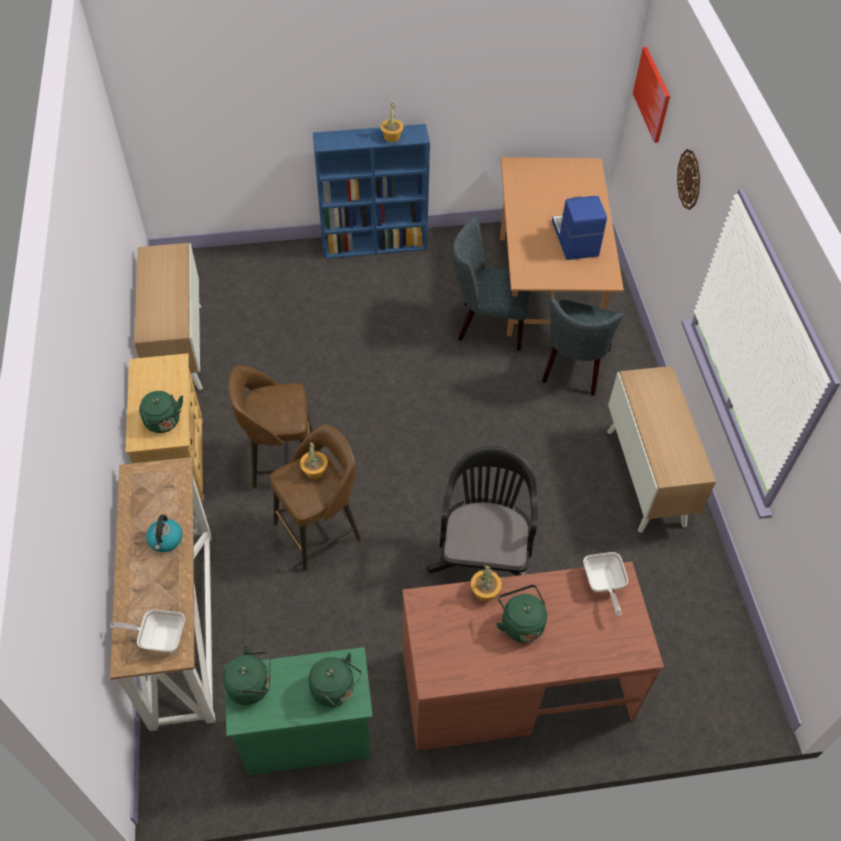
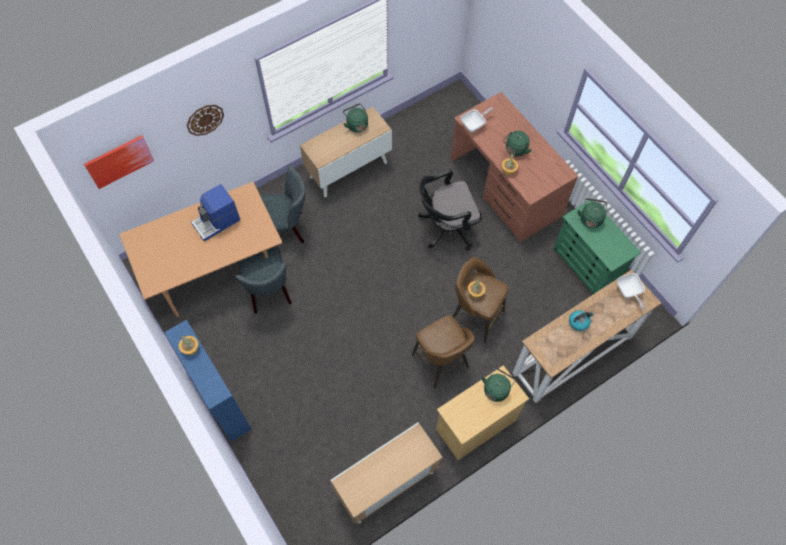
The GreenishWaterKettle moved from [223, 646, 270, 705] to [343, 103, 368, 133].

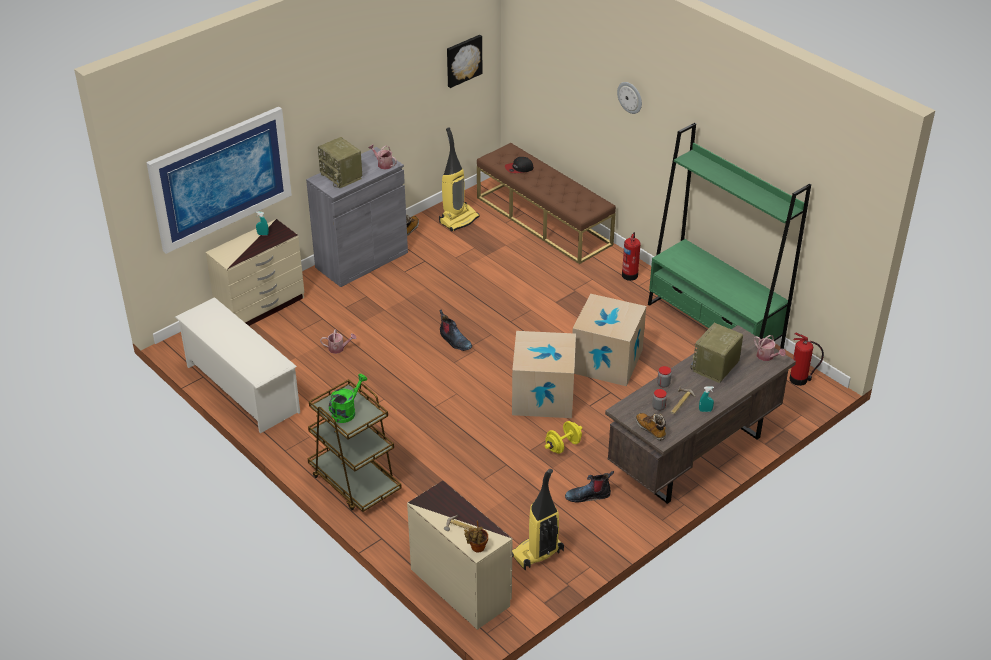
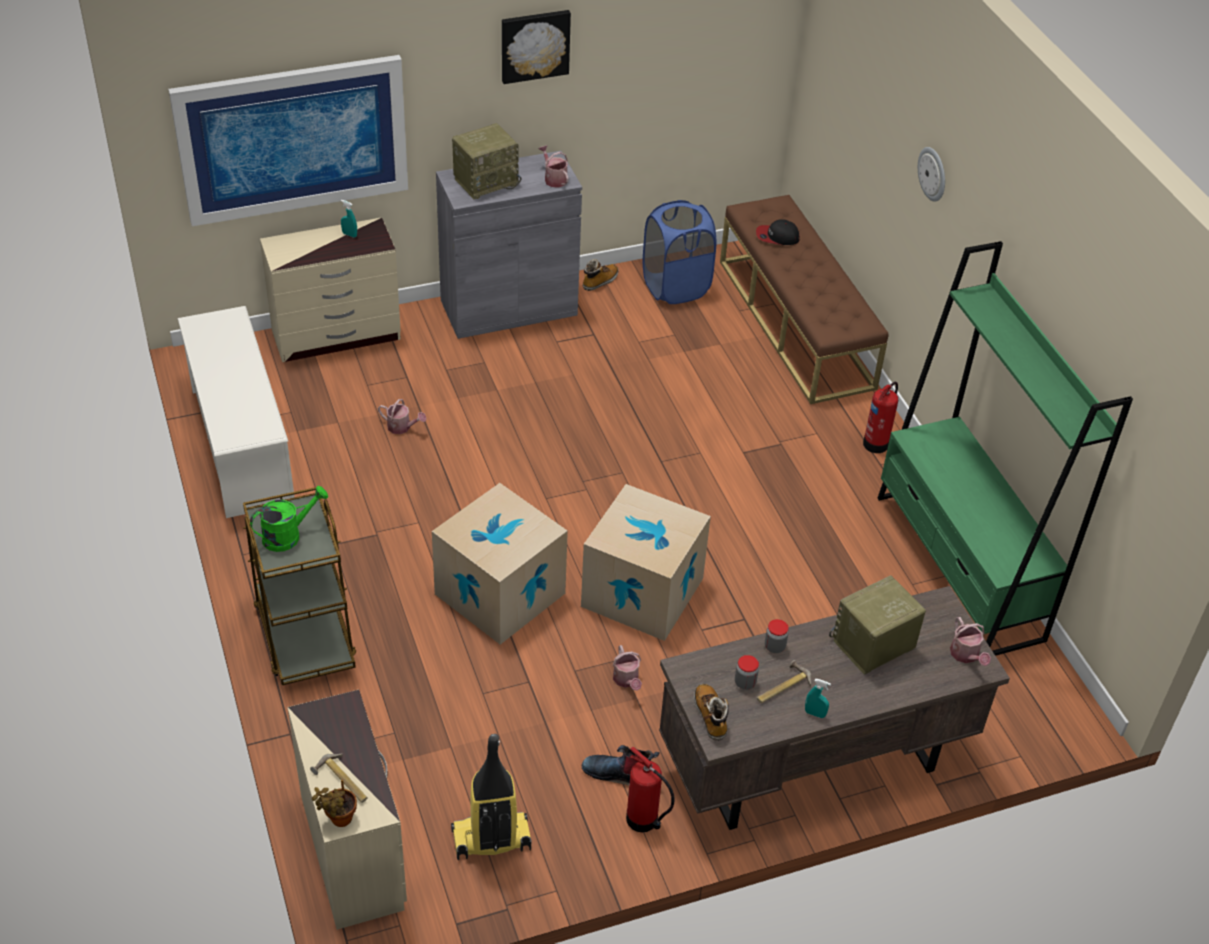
The RadioReceiver at [318, 137, 362, 188] turned 105 degrees counterclockwise.
The VacuumCleaner at [439, 127, 480, 231] was replaced by the BlueColouredHamper at [643, 200, 716, 304].
The TallBoot at [439, 309, 472, 351] disappeared.
The WallPicture moved from [447, 35, 482, 88] to [502, 10, 571, 84].
The YellowishFreeWeight at [545, 421, 582, 454] was replaced by the WateringPot at [613, 645, 642, 691].
The Carton moved from [572, 294, 646, 386] to [432, 483, 568, 645].
The FireExtinguisher moved from [789, 333, 824, 386] to [626, 747, 675, 833].

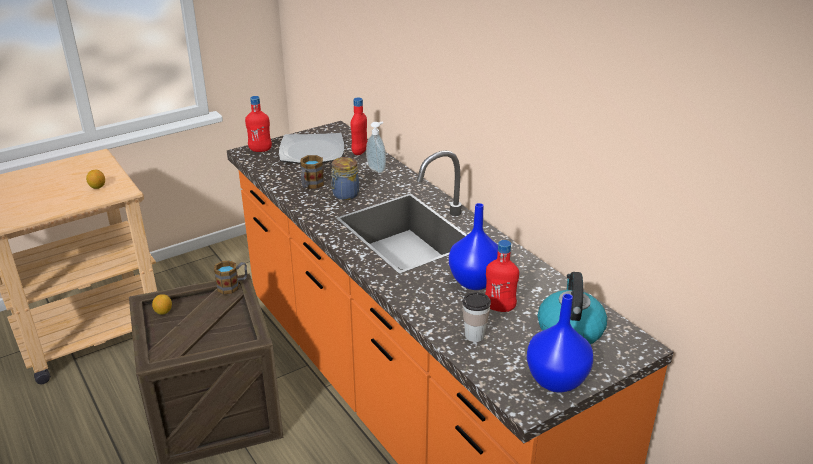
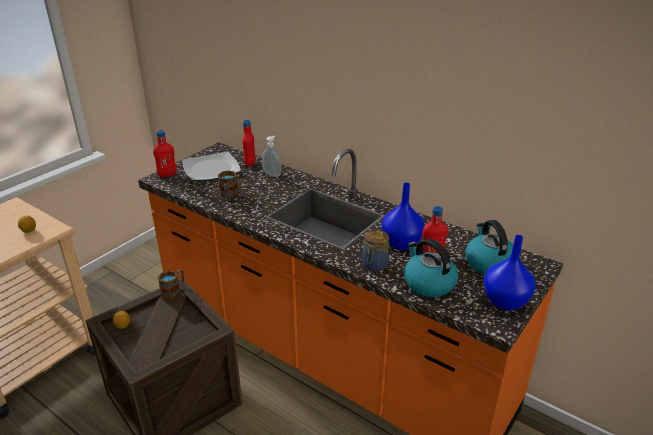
The StorageJar moved from [331, 157, 359, 200] to [362, 230, 389, 272].
The SmallCup at [462, 292, 491, 342] was replaced by the WaterKettle at [404, 238, 458, 297].

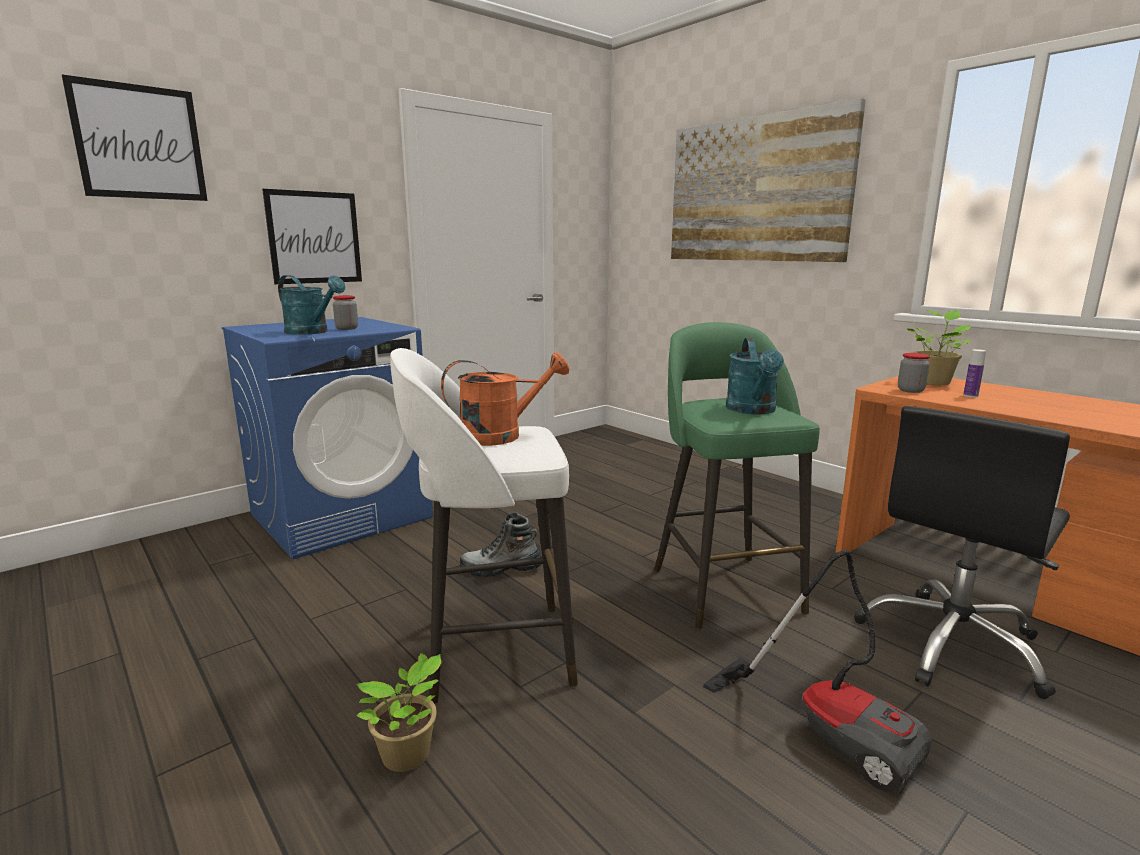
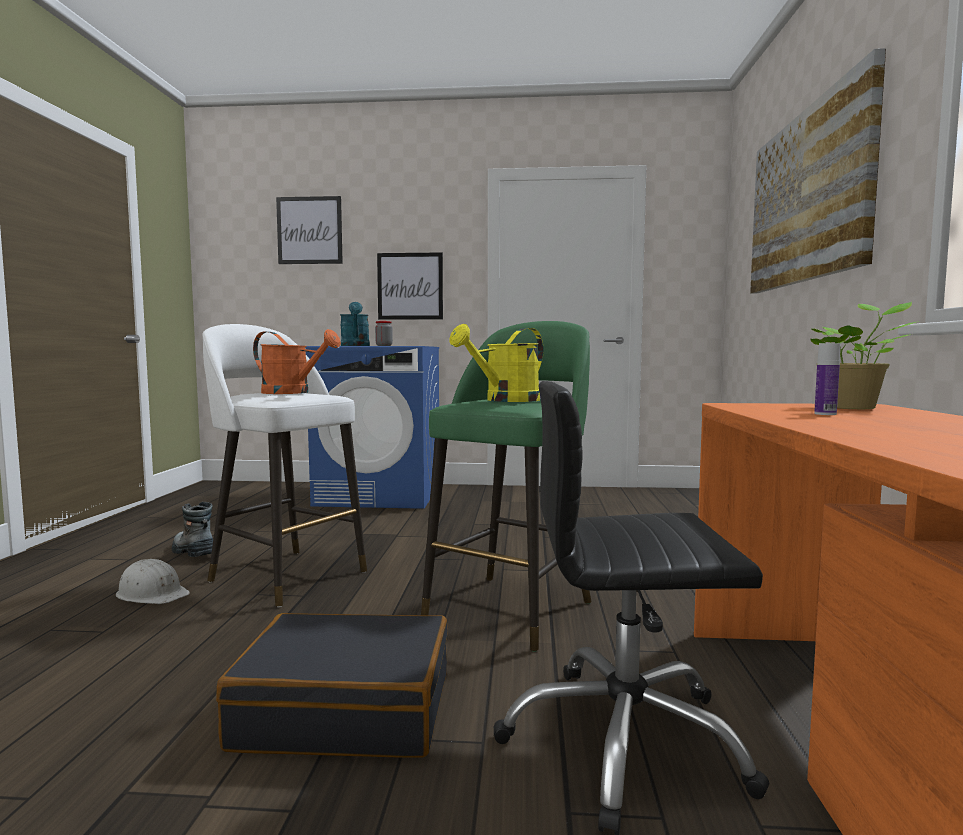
The Houseplant at [357, 653, 442, 772] was replaced by the WhiteWorkHelmet at [116, 559, 190, 604].
The TallBoot moved from [460, 512, 542, 577] to [172, 502, 213, 557].
The VacuumCleaner at [703, 550, 932, 794] was replaced by the BlackColouredPieceOfLuggage at [216, 613, 448, 758].
The TurquoiseWateringPot at [726, 338, 784, 414] became the YellowishWateringPot at [449, 324, 543, 402].
The StorageJar at [898, 353, 930, 393] disappeared.

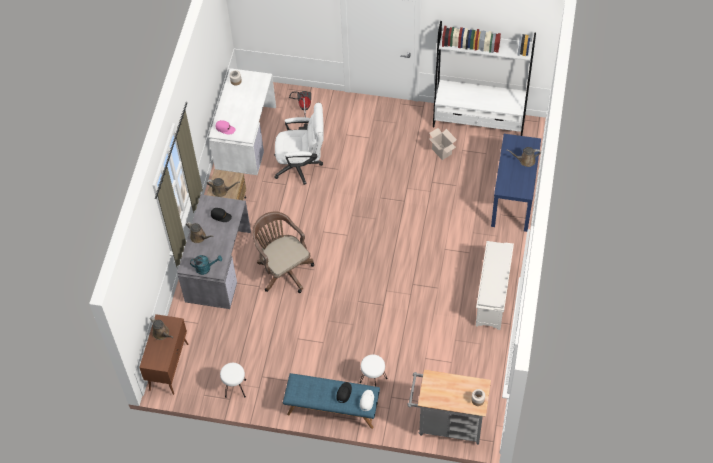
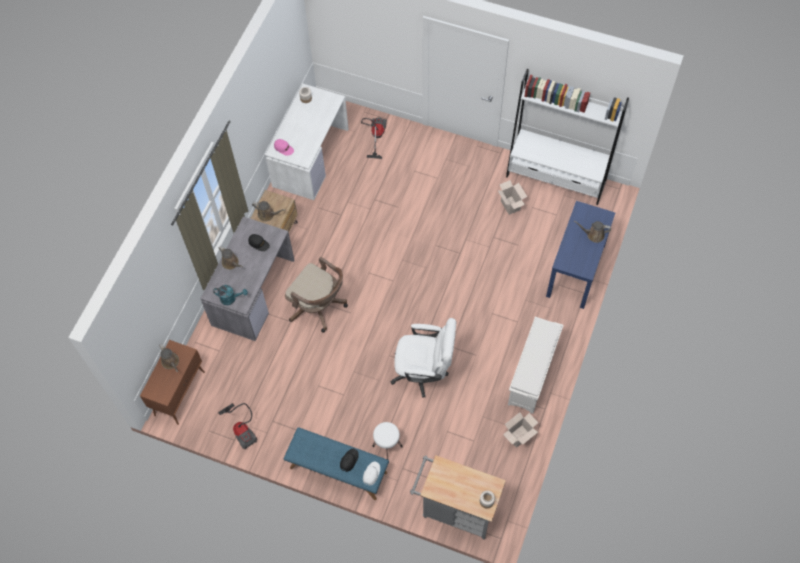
The WhiteStool at [220, 363, 246, 398] was replaced by the VacuumCleaner at [218, 403, 257, 449].
The BrownOfficeChair at [252, 211, 314, 293] turned 150 degrees clockwise.
The WhiteOfficeChair moved from [274, 103, 324, 185] to [391, 318, 457, 398].
The Carton at [503, 412, 538, 448] appeared.

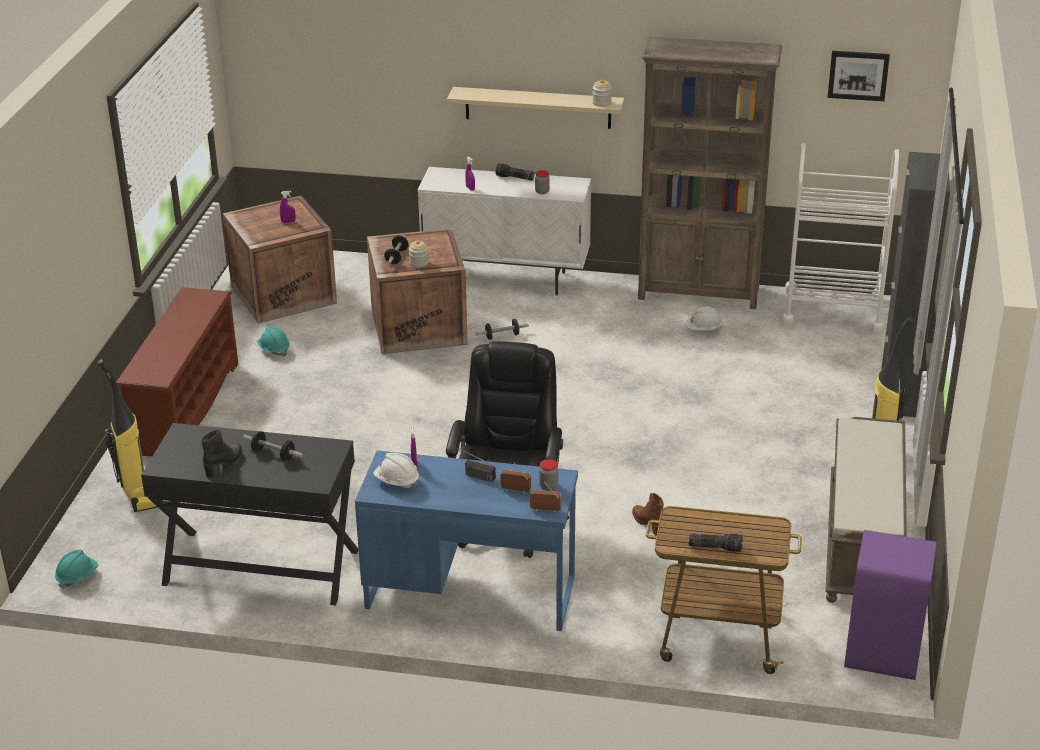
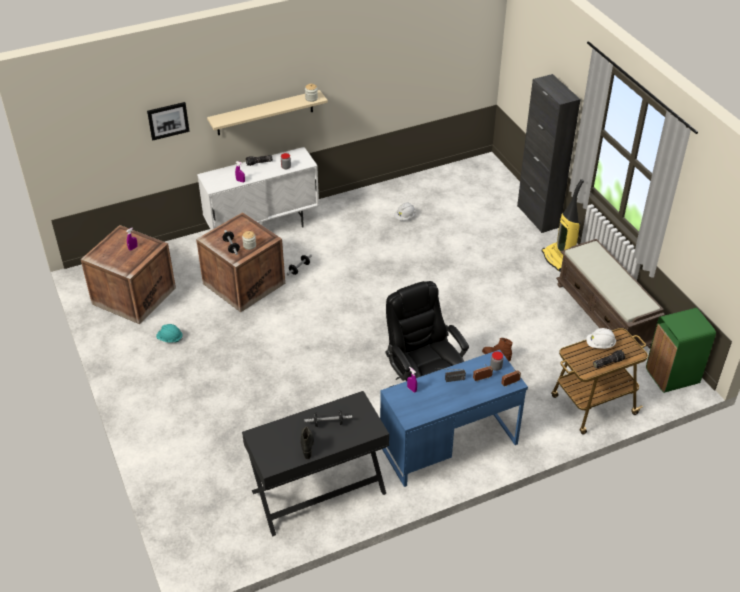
The TurquoiseWorkHelmet at [55, 550, 98, 589] disappeared.
The VacuumCleaner at [98, 359, 166, 512] disappeared.
The BrownShoeShelf at [116, 287, 238, 457] disappeared.
The WhiteWorkHelmet moved from [373, 453, 419, 488] to [586, 328, 616, 349].
The BrownBookcase at [638, 37, 782, 309] disappeared.
The WhiteTrolley at [782, 143, 899, 335] disappeared.
The WallPicture moved from [828, 51, 890, 101] to [147, 102, 190, 140].
The PurplishRubbishBin at [844, 530, 936, 680] became the GreenishRubbishBin at [646, 308, 716, 393].

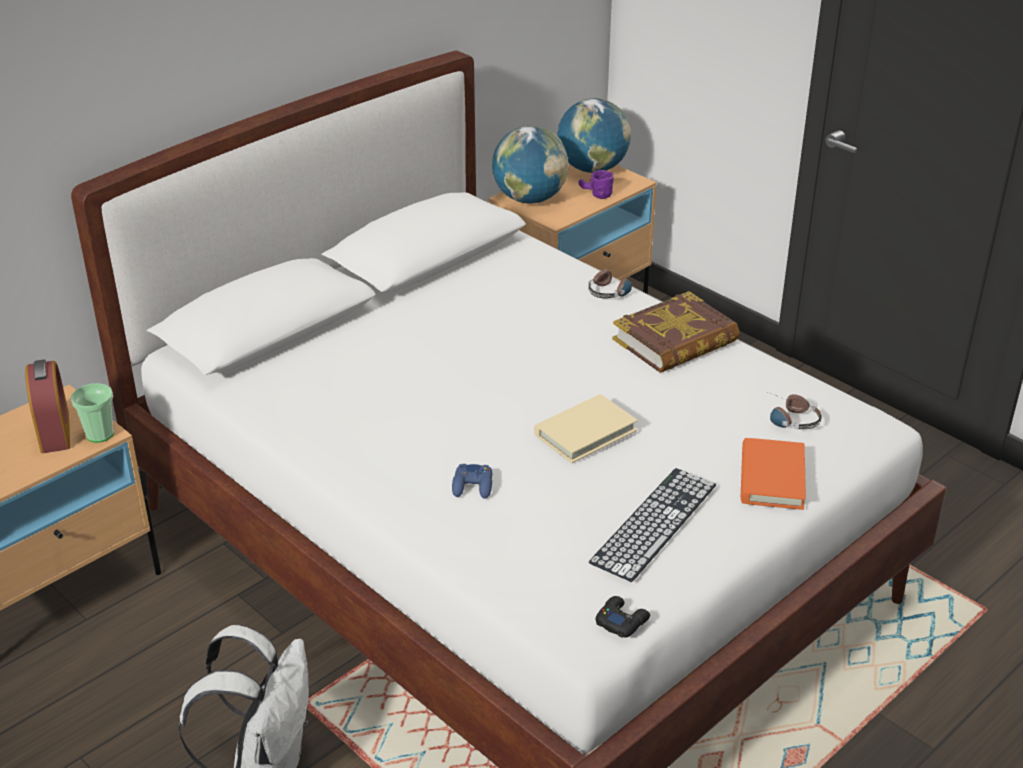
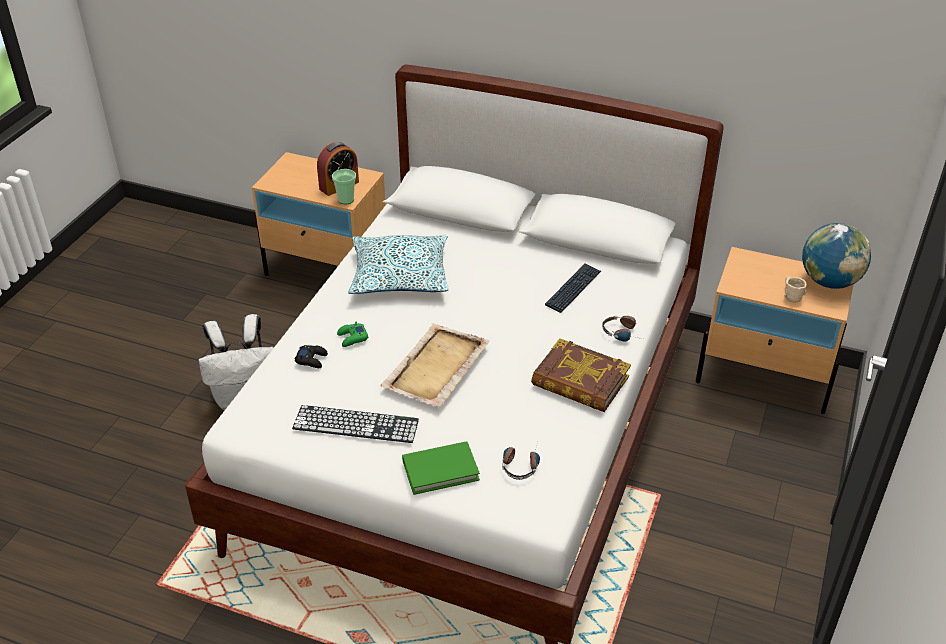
The BlueColouredGameController at [452, 464, 492, 499] became the GreenishGameController at [337, 322, 368, 347].
The DeskGlobe at [492, 126, 569, 204] disappeared.
The BeigeVolume at [534, 394, 638, 463] was replaced by the BeigeCarryingTray at [380, 323, 490, 407].
The PurplishMug at [579, 170, 614, 199] became the BeigeMug at [784, 276, 807, 303].
The BlackColouredGameController moved from [596, 596, 650, 638] to [294, 345, 328, 368].
The OrangeVolume at [741, 438, 806, 510] became the GreenishVolume at [402, 441, 480, 495].
The ThrowPillow at [348, 235, 449, 294] appeared.
The Keyboard at [545, 264, 601, 313] appeared.

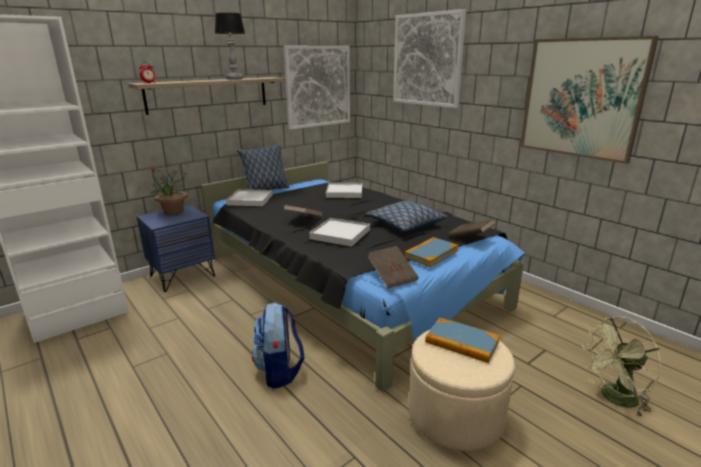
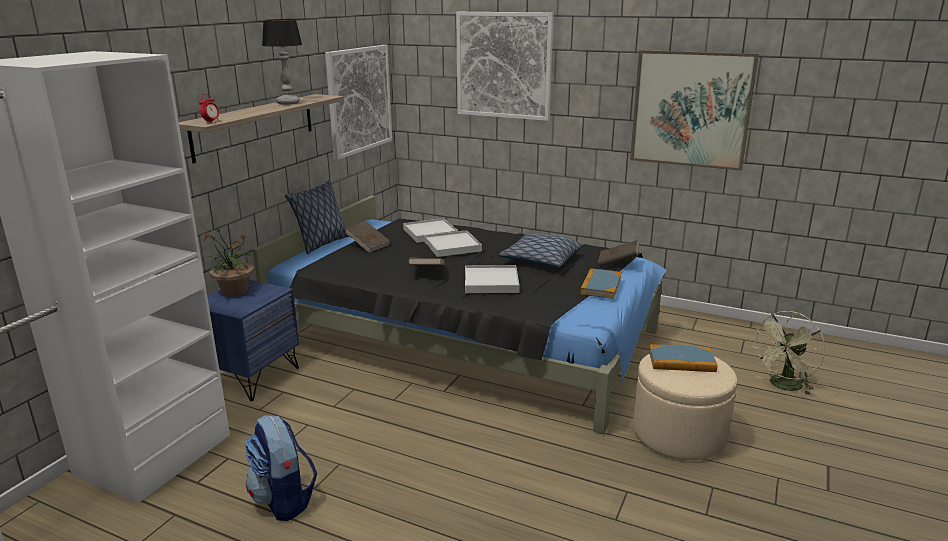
The WhiteCarryingTray moved from [226, 189, 273, 206] to [424, 230, 482, 257].
The Backpack moved from [252, 302, 305, 389] to [245, 415, 317, 521].
The BrownVolume moved from [368, 246, 419, 288] to [345, 221, 390, 253].

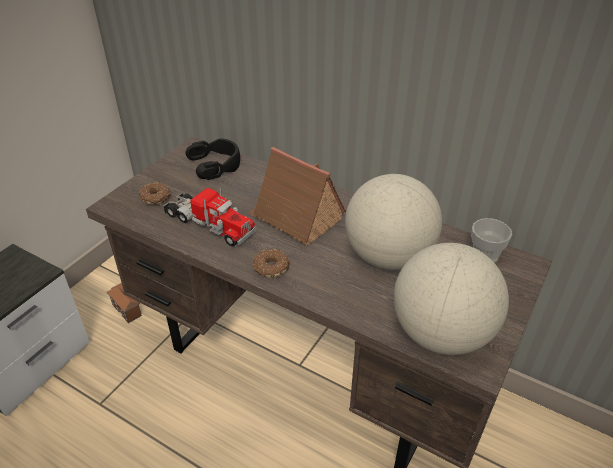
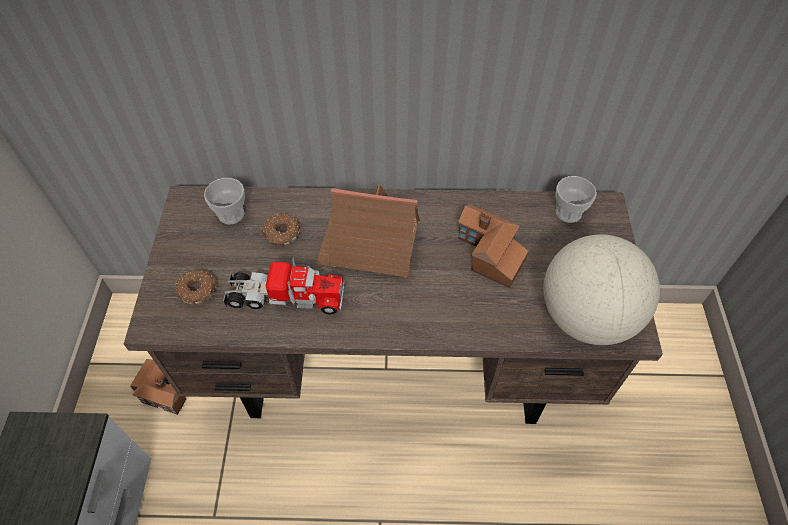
The BlackColouredPairOfHeadphones at [185, 138, 240, 180] was replaced by the SmallCup at [204, 178, 245, 224].
The Donut moved from [253, 249, 290, 278] to [262, 214, 300, 246].
The DeskGlobe at [345, 174, 442, 270] was replaced by the ToyHouse at [458, 204, 528, 288].

